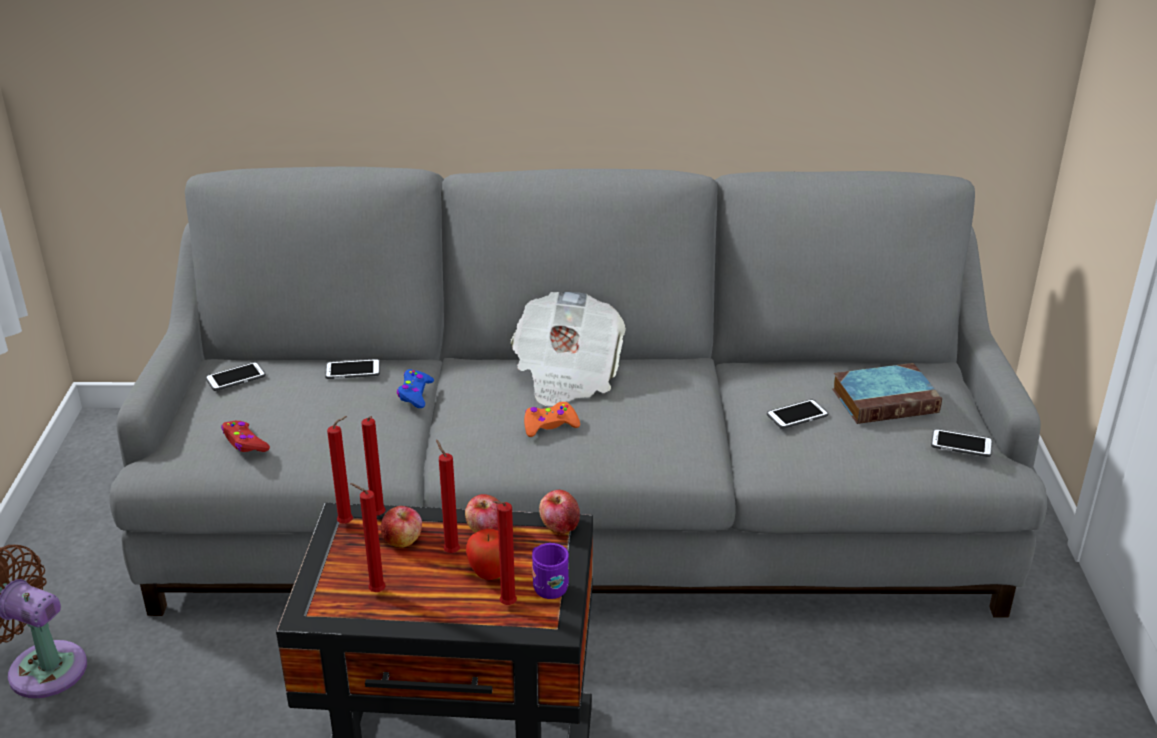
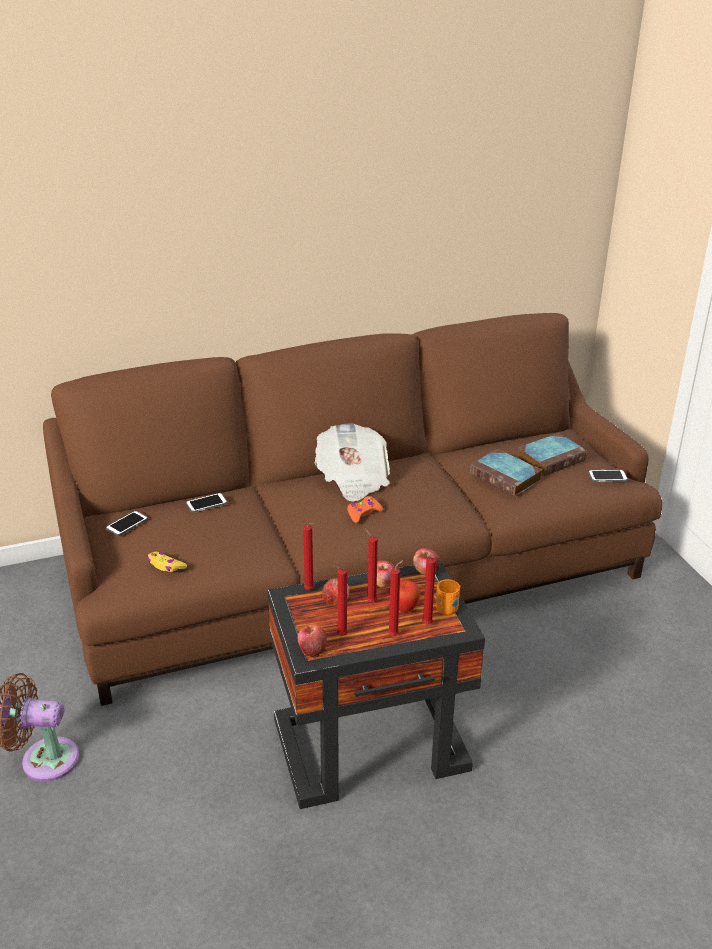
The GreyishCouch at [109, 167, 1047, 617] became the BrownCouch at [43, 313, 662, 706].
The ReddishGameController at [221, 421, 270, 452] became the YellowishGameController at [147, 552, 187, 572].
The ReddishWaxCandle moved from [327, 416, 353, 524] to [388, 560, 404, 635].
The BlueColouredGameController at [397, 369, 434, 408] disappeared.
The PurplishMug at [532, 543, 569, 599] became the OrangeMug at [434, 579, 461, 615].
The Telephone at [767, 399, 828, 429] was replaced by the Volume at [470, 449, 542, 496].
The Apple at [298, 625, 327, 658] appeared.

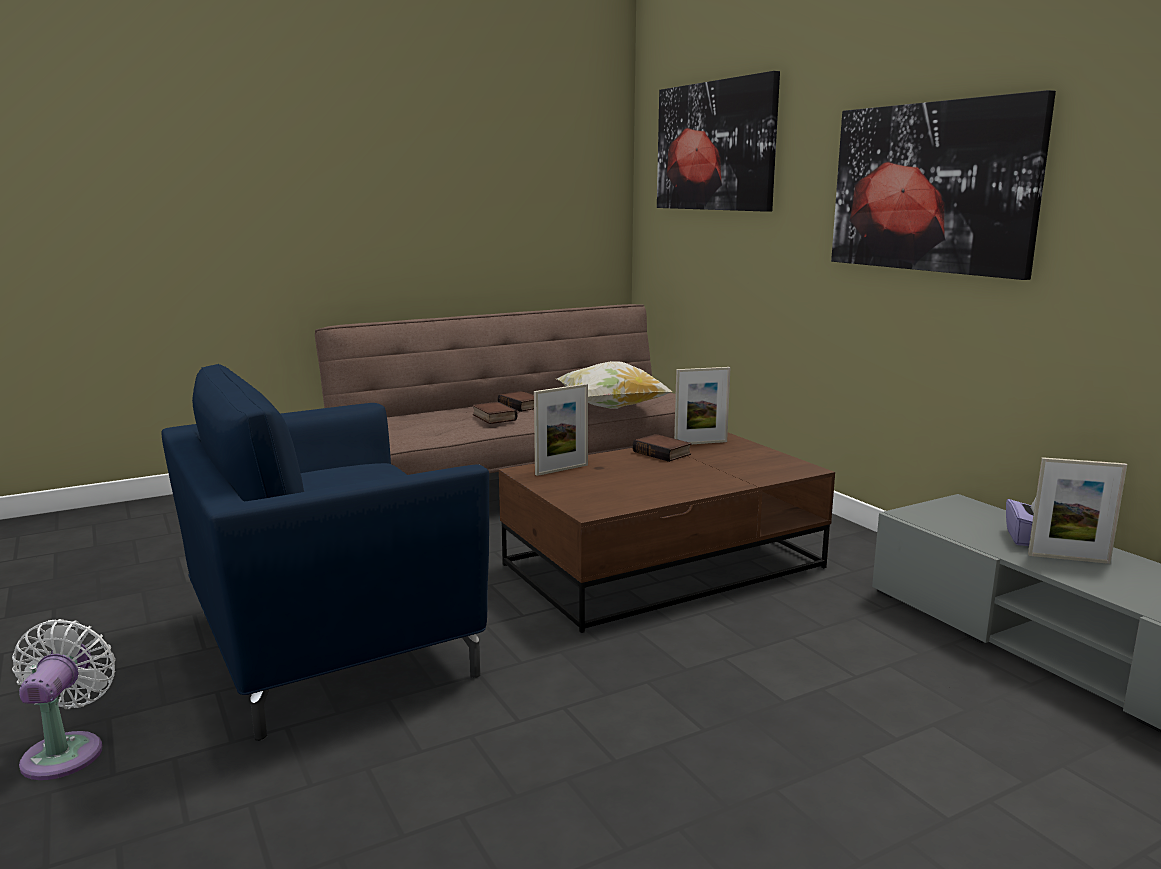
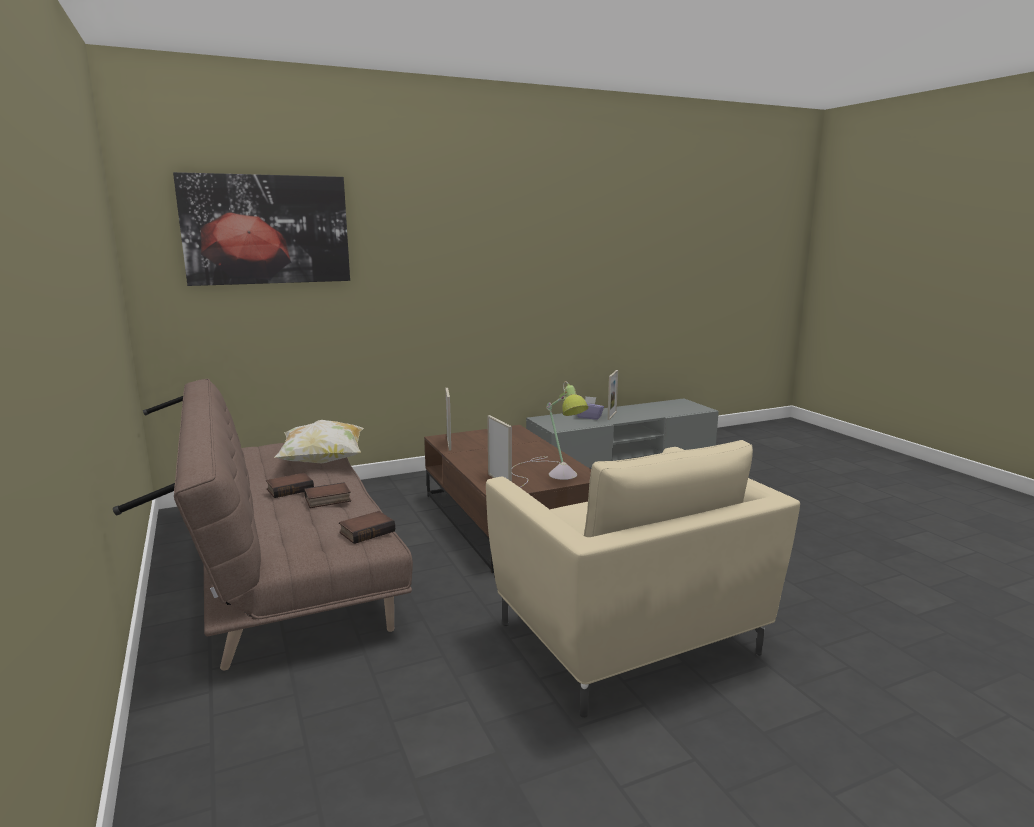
The WhiteCoolingFan at [12, 619, 116, 780] disappeared.
The BlueColouredArmchair at [162, 364, 489, 741] became the BeigeArmchair at [486, 440, 800, 718].
The Volume moved from [633, 434, 692, 462] to [339, 511, 395, 544].
The WallPicture at [831, 90, 1056, 280] disappeared.
The TableLamp at [512, 381, 589, 488] appeared.

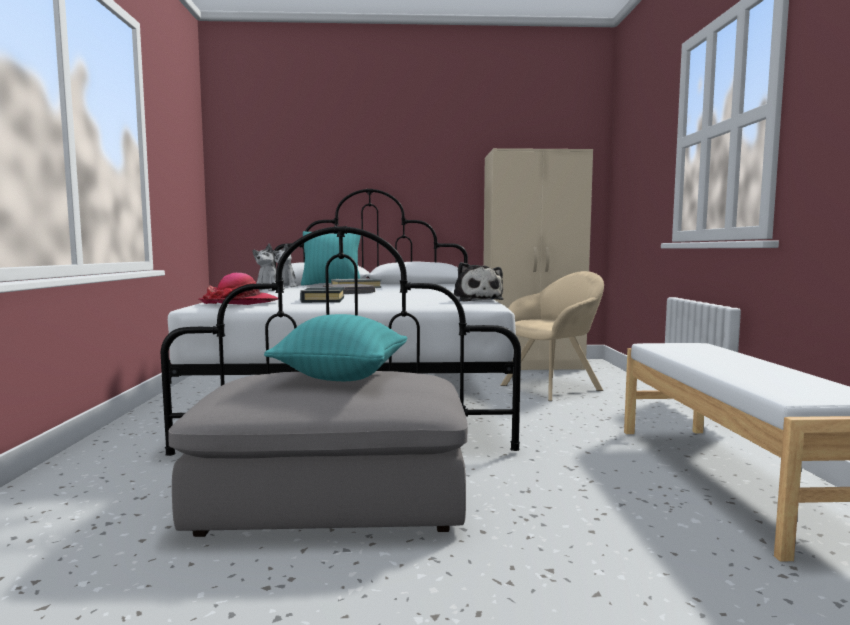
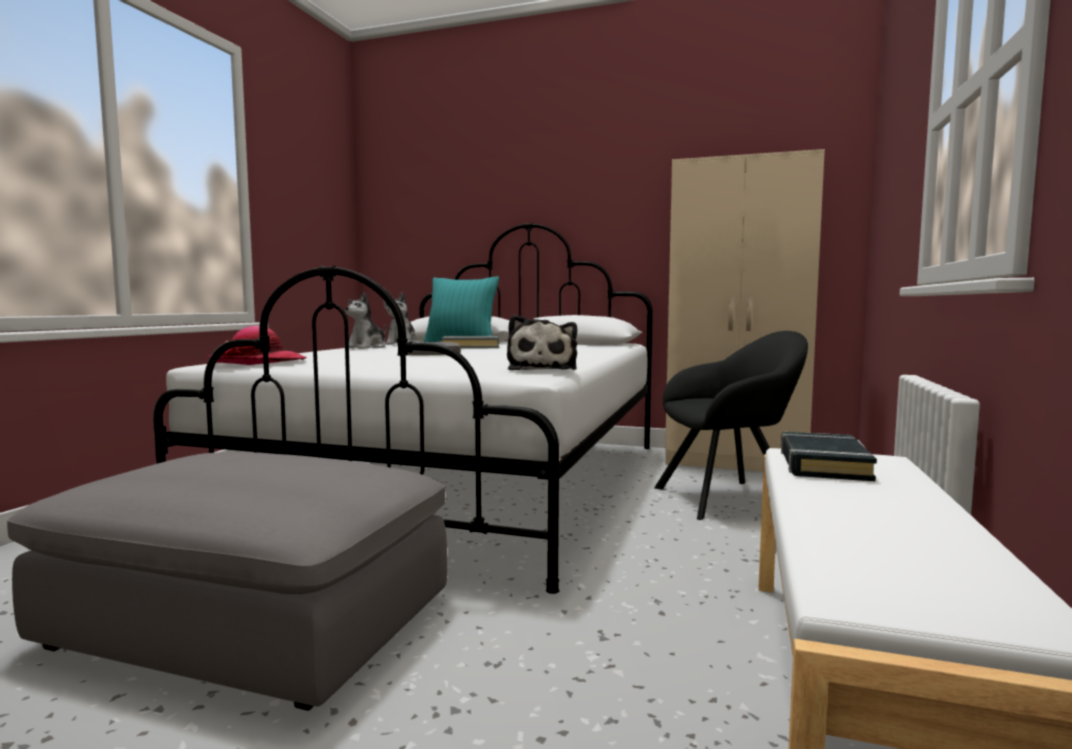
The TurquoiseThrowPillow at [264, 314, 407, 381] disappeared.
The BlackColouredVolume moved from [300, 287, 344, 303] to [781, 432, 877, 482].
The BeigeArmchair at [500, 271, 604, 401] became the BlackColouredArmchair at [654, 331, 808, 520].

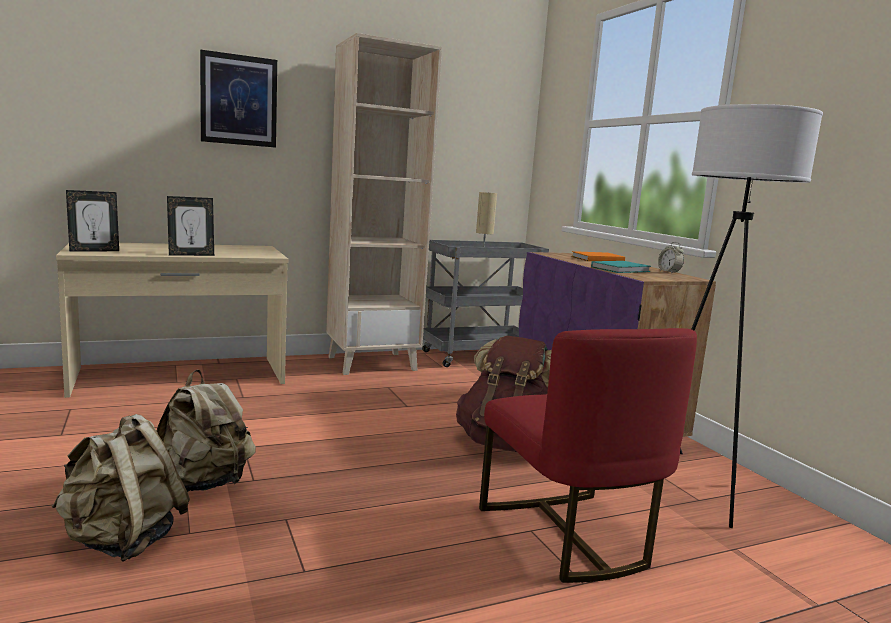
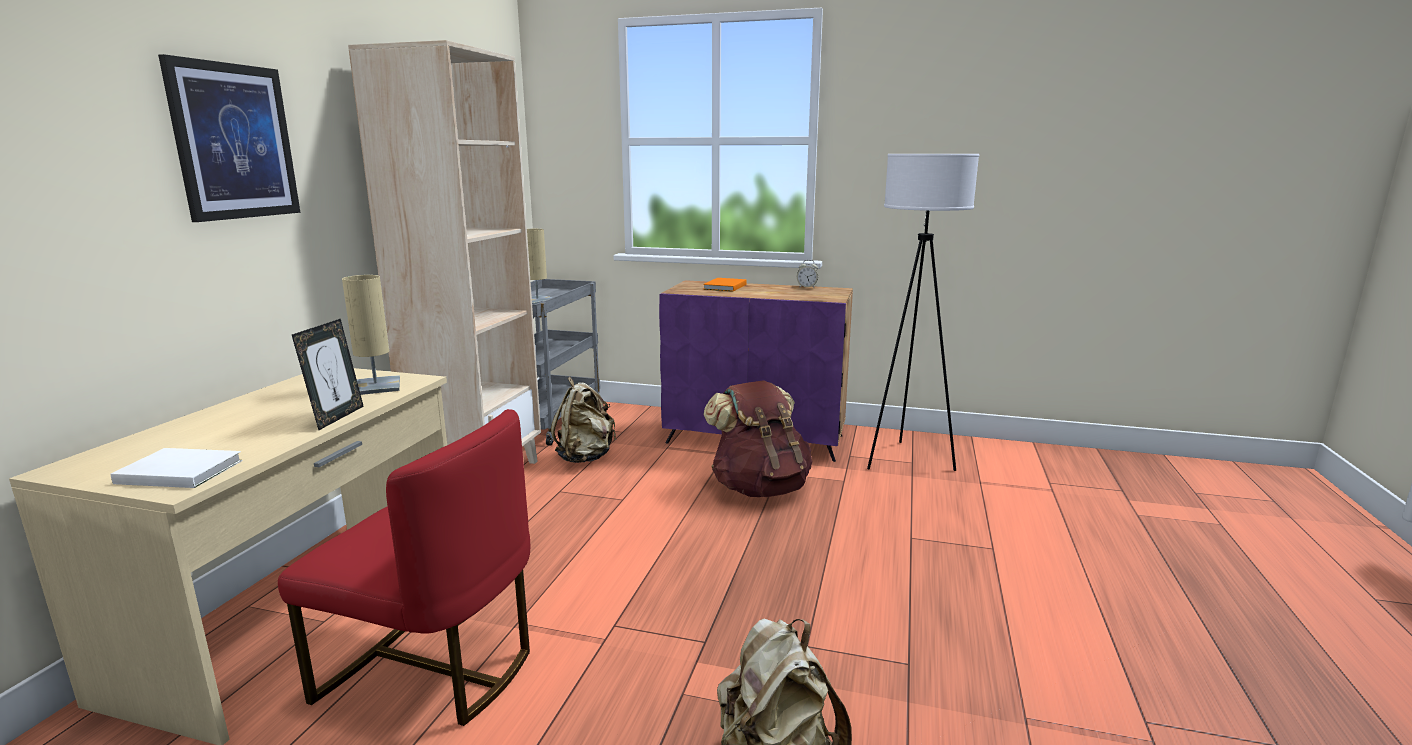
The PictureFrame at [66, 190, 119, 251] was replaced by the WhiteVolume at [110, 448, 243, 488].
The BeigeBackpack moved from [157, 370, 256, 492] to [551, 377, 616, 463].
The ReddishUprightChair moved from [479, 328, 697, 583] to [278, 409, 530, 726].
The TurquoiseVolume at [591, 261, 651, 273] disappeared.
The BeigeTableLamp at [342, 275, 400, 395] appeared.

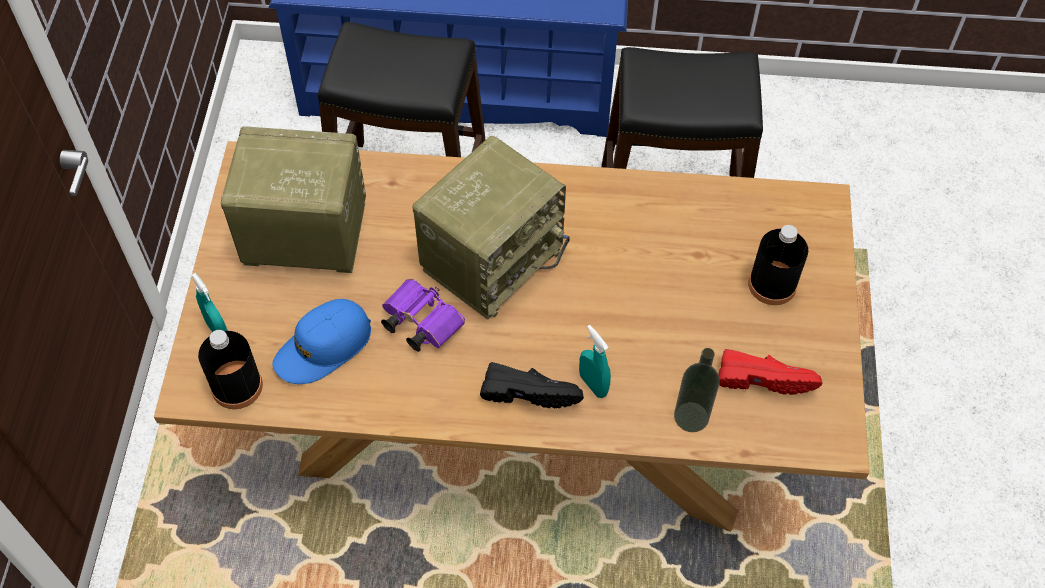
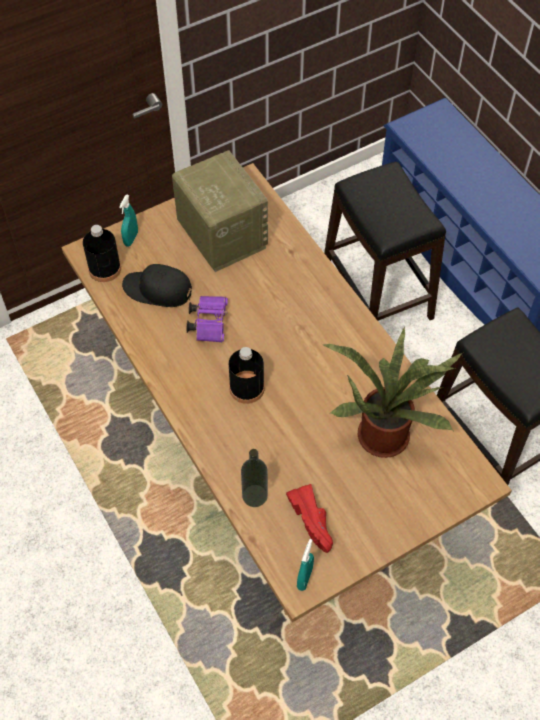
The BlueColouredCap at [272, 299, 371, 384] became the BlackColouredCap at [122, 264, 192, 307].
The RadioReceiver at [412, 136, 570, 320] disappeared.
The BlackColouredShoe at [480, 362, 584, 408] disappeared.
The TurquoiseSprayBottle moved from [579, 325, 611, 398] to [297, 539, 314, 591].
The BlackColouredBottle moved from [748, 225, 808, 305] to [229, 347, 265, 404].
The Houseplant at [322, 327, 462, 458] appeared.

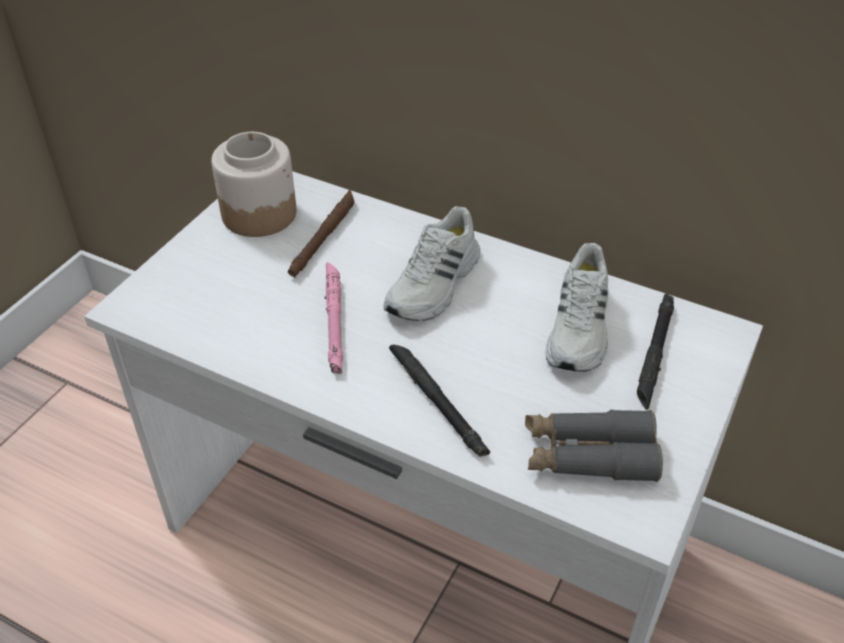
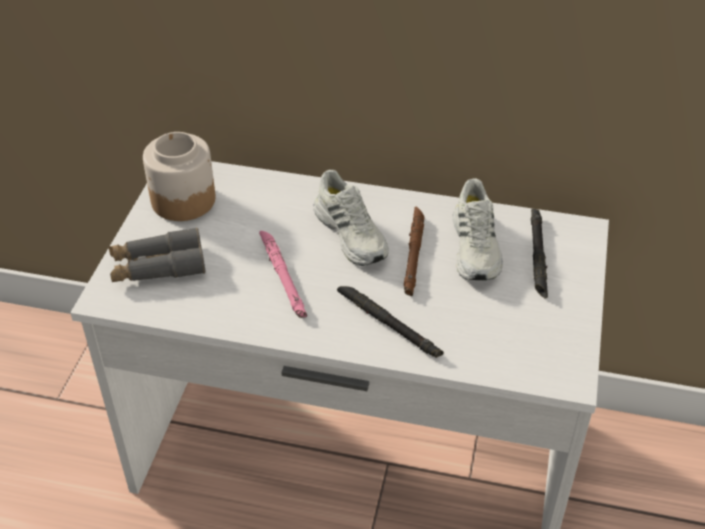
The BrownFlashlight moved from [288, 189, 354, 278] to [404, 207, 424, 296].
The WhiteShoe at [384, 206, 480, 321] turned 45 degrees counterclockwise.
The GreyishPairOfBinoculars moved from [525, 410, 663, 482] to [108, 227, 206, 282].

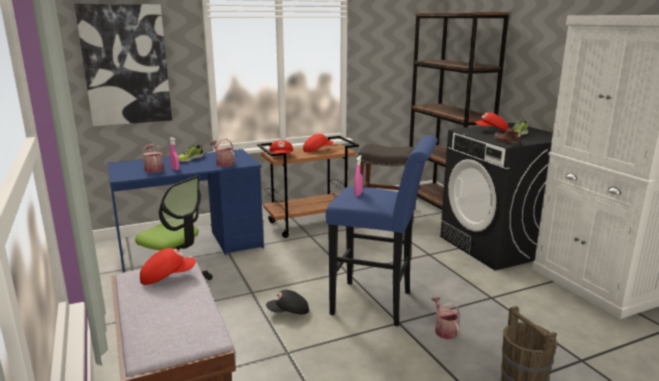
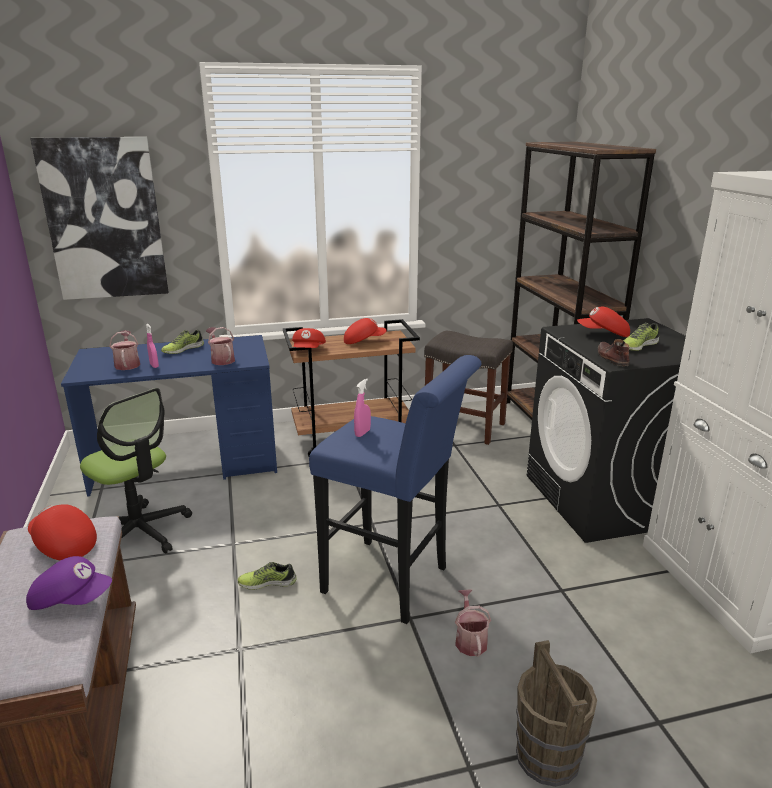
The ReddishCap at [140, 248, 196, 285] turned 135 degrees counterclockwise.
The BlackColouredCap at [266, 290, 309, 314] was replaced by the Shoe at [238, 562, 297, 590].
The PurplishCap at [26, 556, 112, 610] appeared.

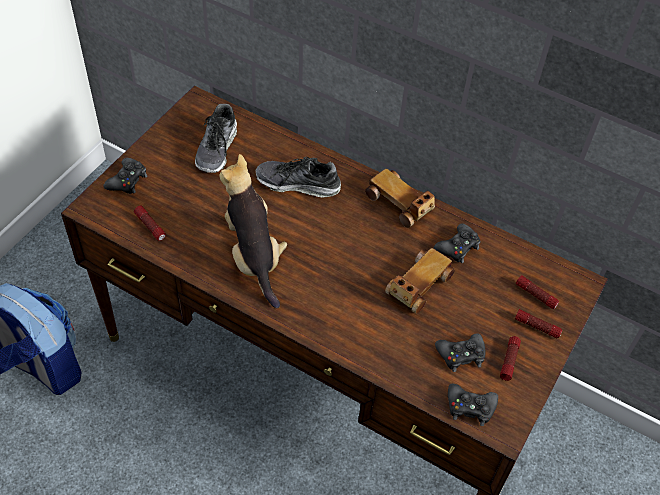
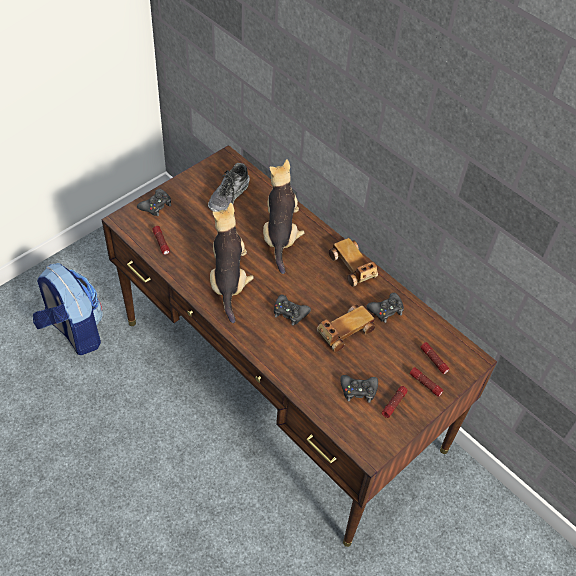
The Shoe at [256, 157, 341, 197] was replaced by the PlushToy at [263, 159, 305, 274].
The BlackColouredGameController moved from [448, 384, 498, 426] to [274, 294, 311, 326].

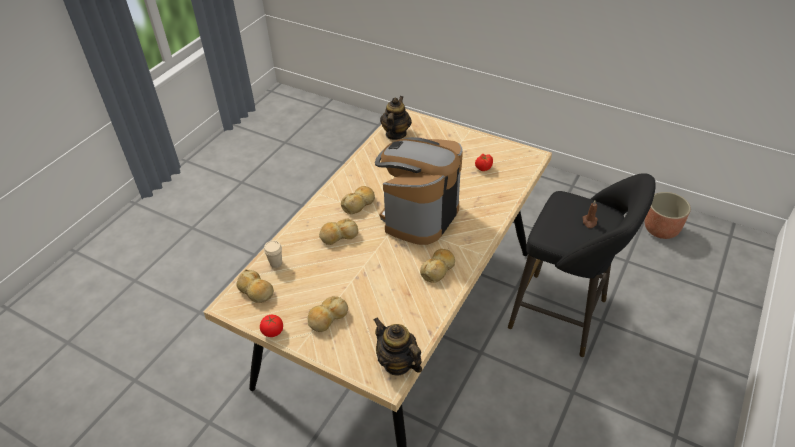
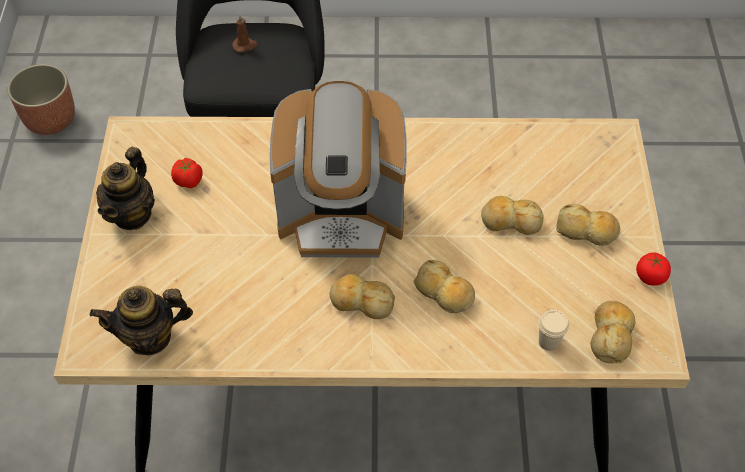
The PotForTea moved from [374, 317, 422, 376] to [96, 147, 155, 230].
The BakeryBread moved from [420, 249, 455, 283] to [481, 196, 543, 235].

